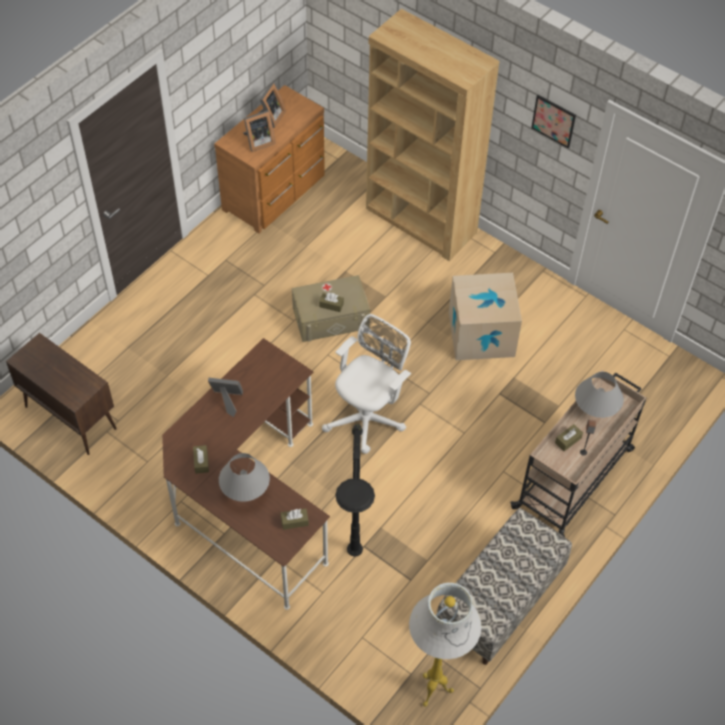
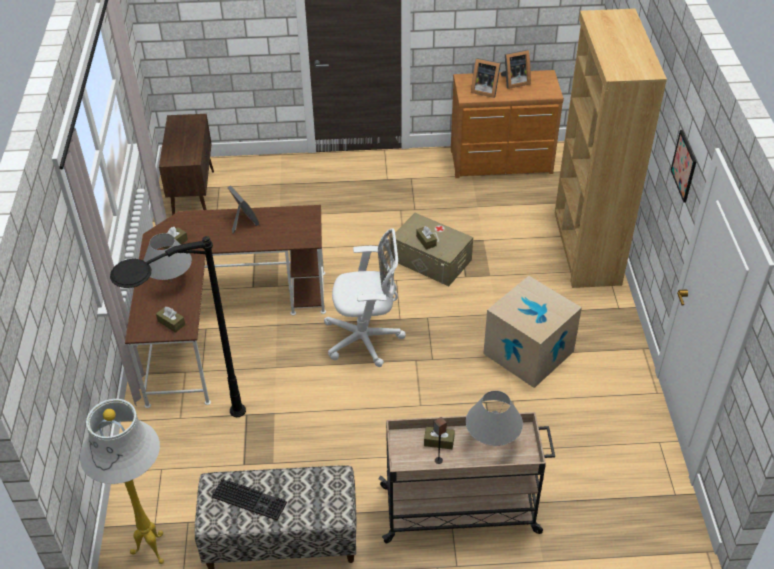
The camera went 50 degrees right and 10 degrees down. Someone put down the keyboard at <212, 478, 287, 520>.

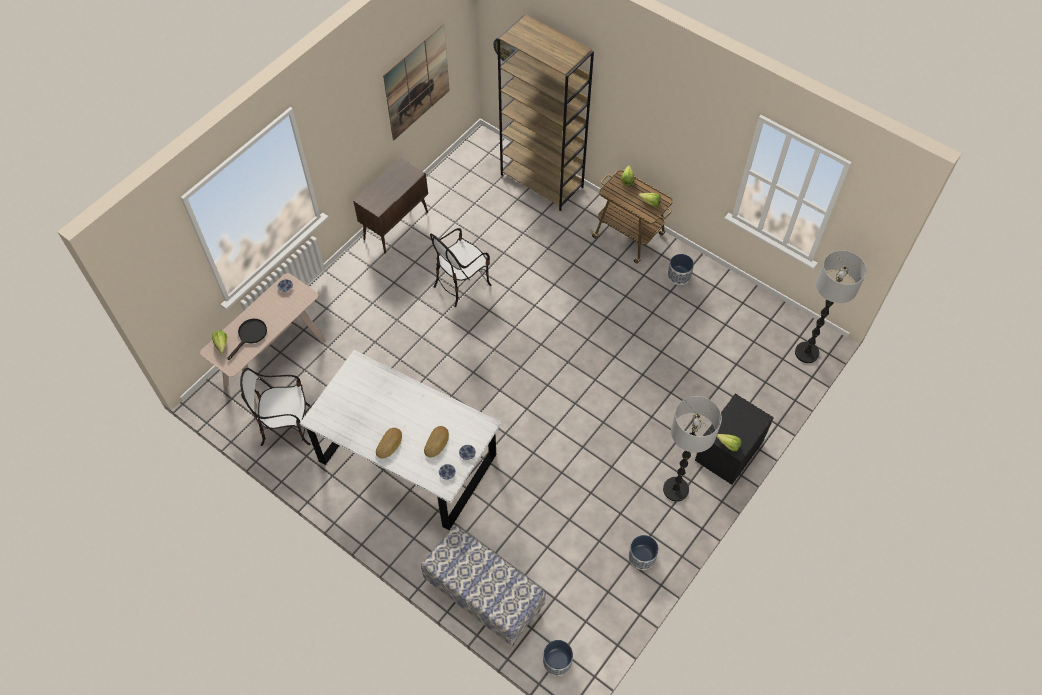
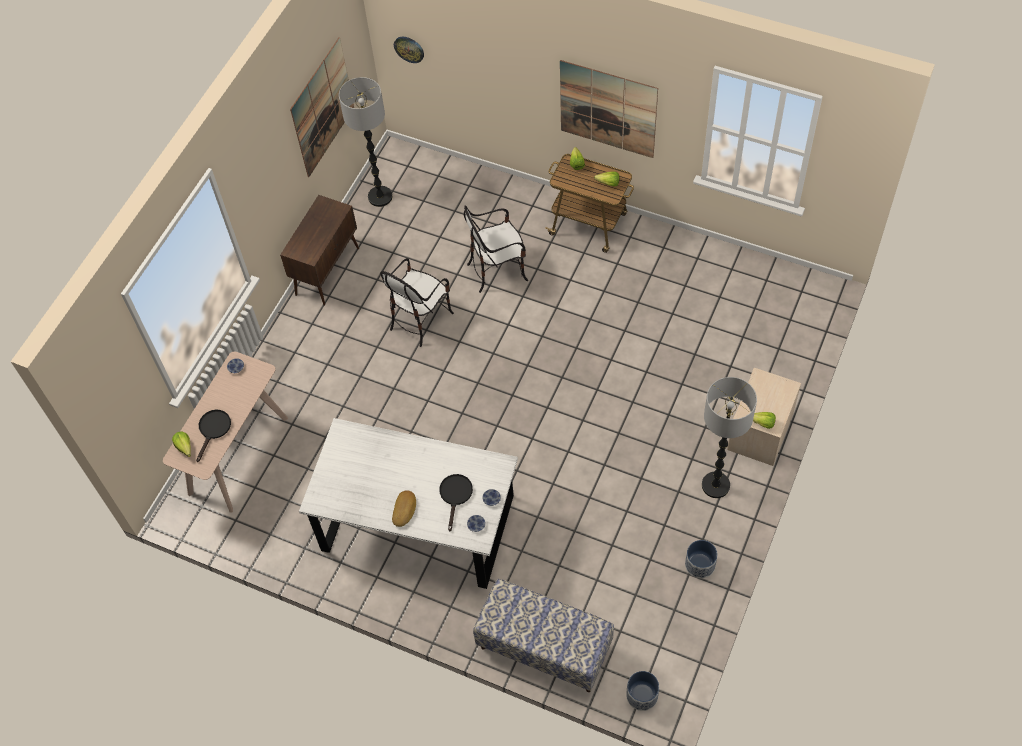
The camera went 10 degrees left and 0 degrees up. Someone carried the chair from <240, 368, 310, 446> to <464, 205, 528, 293>. Someone swapped the bread at <424, 426, 449, 457> for the pan (black) at <439, 474, 473, 531>. Someone took away the bookshelf (brown-coloured) at <497, 15, 594, 211>. Someone took away the plant pot at <668, 254, 694, 285>. Someone repainted the bedside table (black) at <695, 394, 774, 485>, which became the bedside table (beige-coloured) at <727, 368, 801, 466>. Someone carried the standard lamp from <795, 250, 867, 363> to <339, 77, 392, 207>. Someone put up the wall picture at <560, 60, 658, 158>.

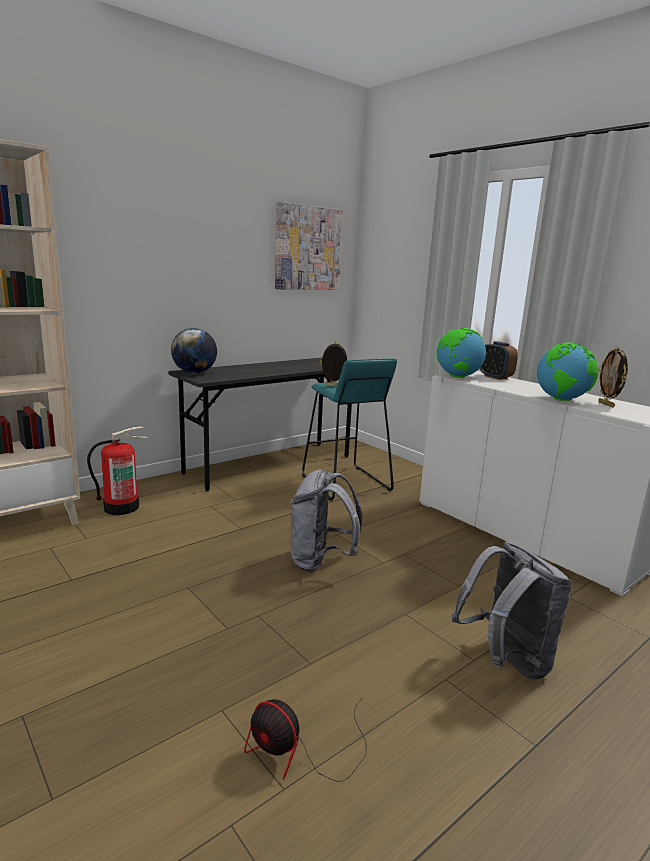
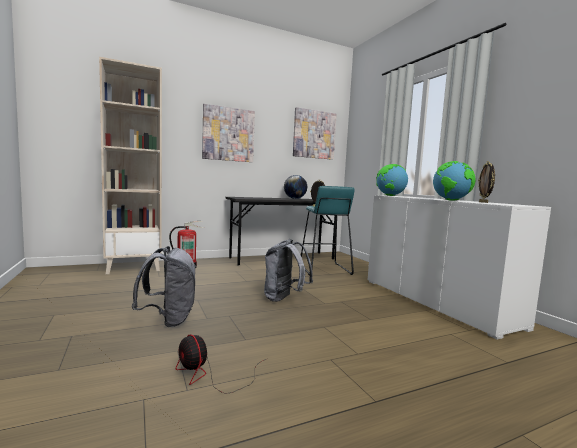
The camera went 15 degrees right and 10 degrees down. Someone carried the world globe from <171, 328, 217, 374> to <284, 175, 307, 199>. Someone carried the rucksack (gray) from <452, 541, 572, 680> to <132, 246, 196, 327>. Someone took away the bedside clock at <480, 341, 518, 380>. Someone put up the wall picture at <202, 104, 255, 162>.

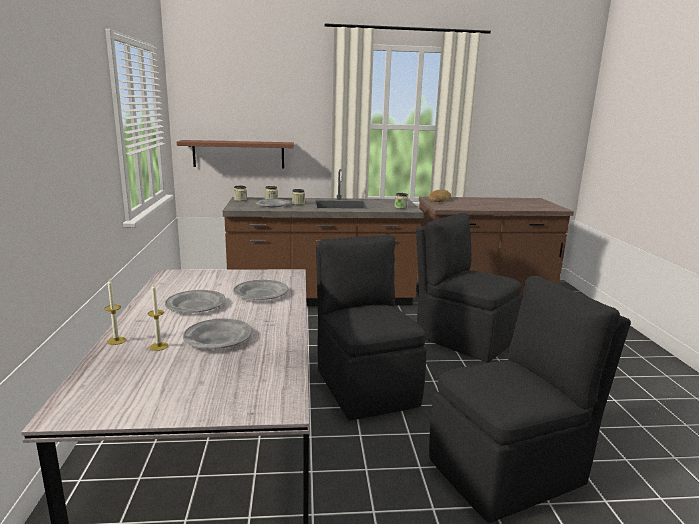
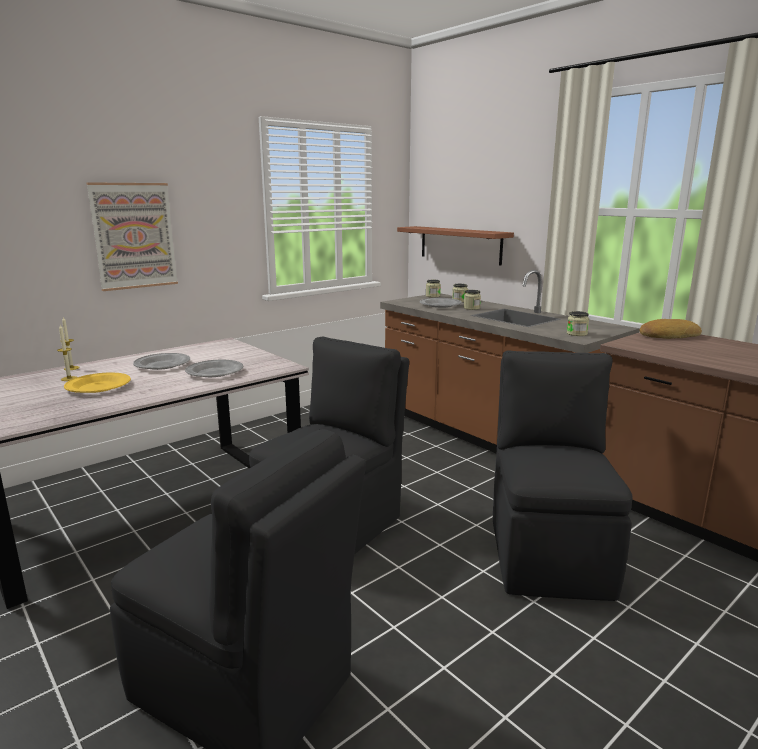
The camera went 55 degrees right and 0 degrees up. Someone repainted the dinner plate (gray) at <183, 319, 252, 349>, which became the dinner plate (yellowish) at <64, 372, 131, 393>. Someone put up the wall picture at <86, 182, 178, 291>.

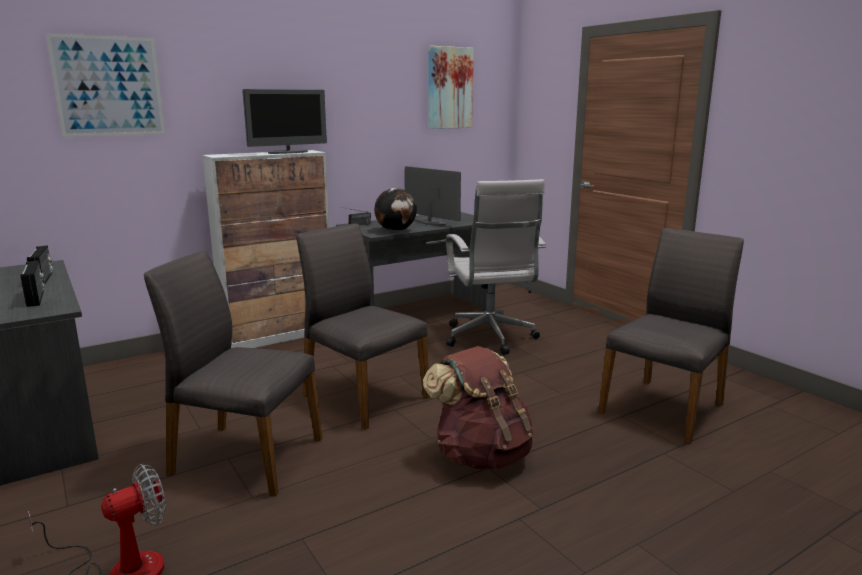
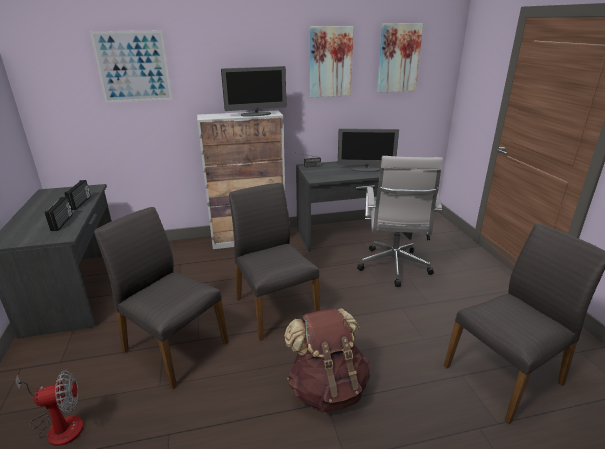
The camera went 20 degrees right and 10 degrees up. Someone took away the world globe at <375, 188, 417, 231>. Someone rotated the computer screen at <405, 166, 461, 226> by 120 degrees clockwise. Someone put up the wall picture at <310, 26, 354, 97>.

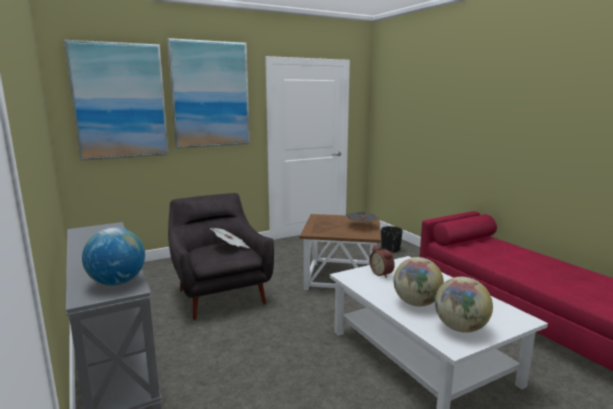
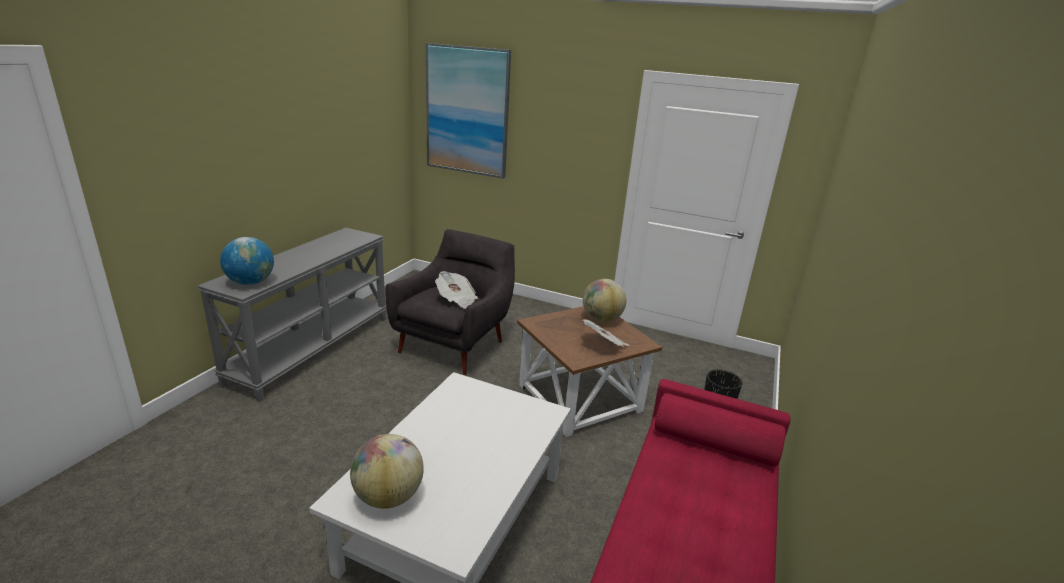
The camera went 50 degrees right and 10 degrees up. Someone took away the wall picture at <167, 38, 250, 148>. Someone took away the bedside clock at <369, 245, 395, 278>. Someone carried the world globe from <393, 257, 444, 307> to <583, 279, 627, 322>.

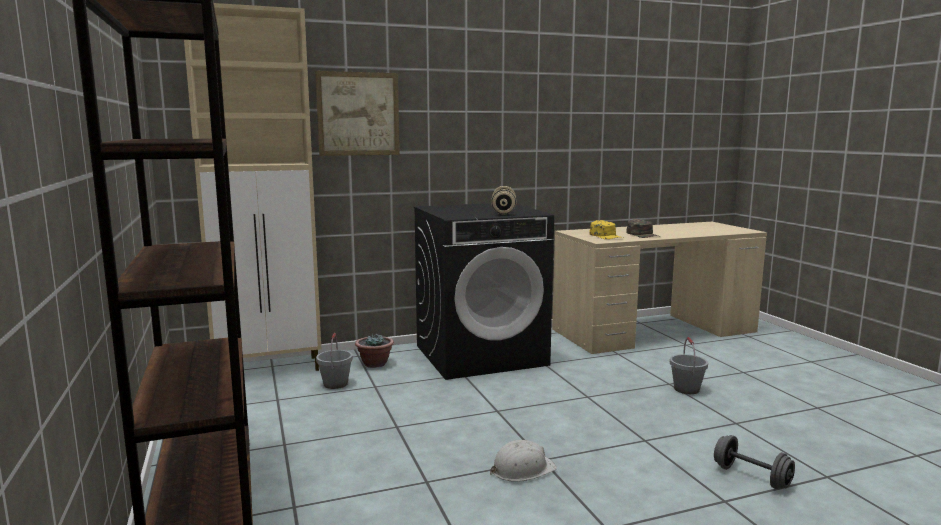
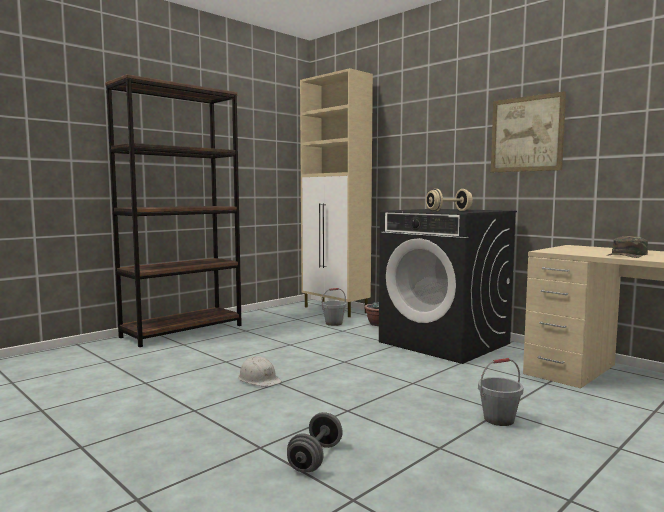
The camera went 65 degrees right and 5 degrees down. Someone carried the wall picture from <315, 71, 400, 156> to <491, 91, 566, 172>. Someone took away the cap (yellowish) at <589, 220, 623, 239>.

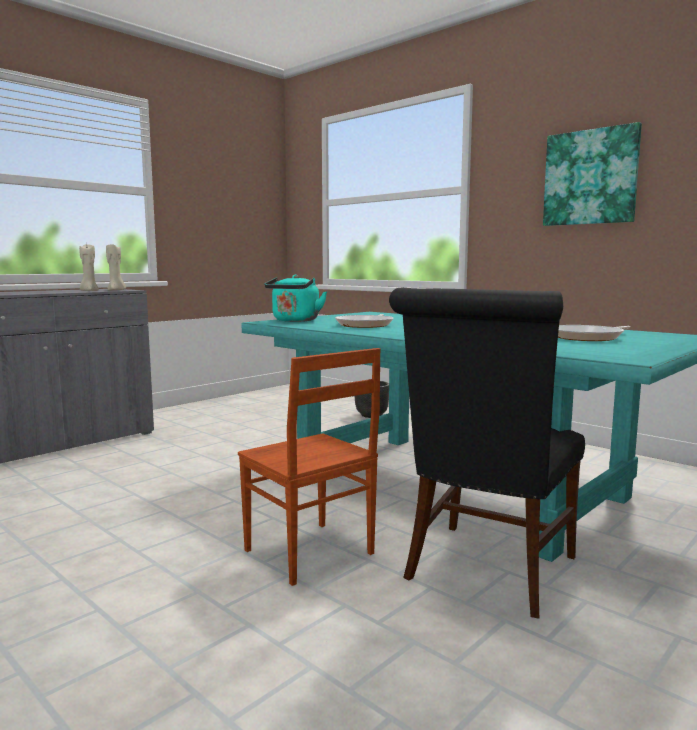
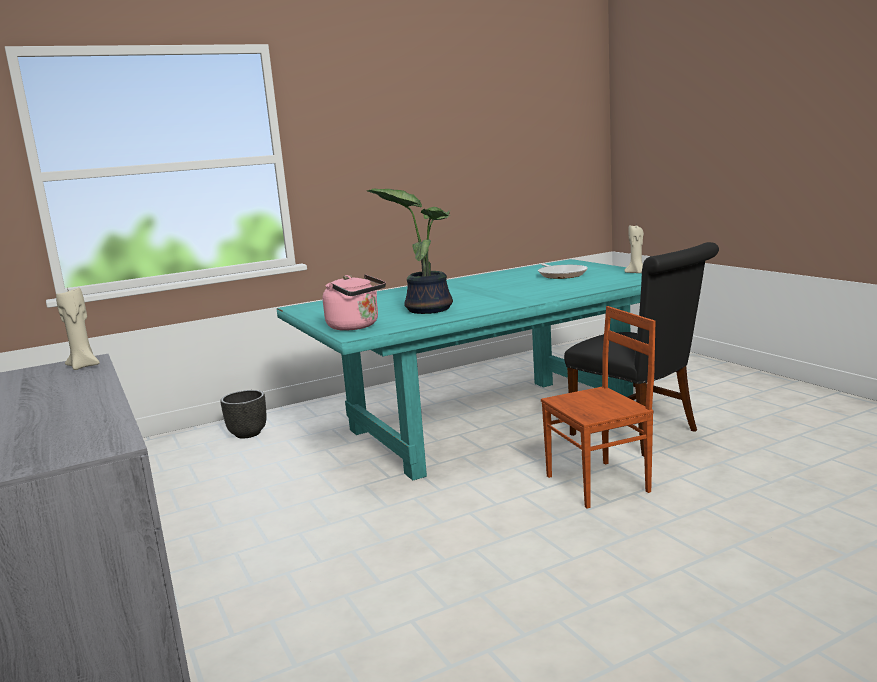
The camera went 70 degrees left and 5 degrees up. Someone carried the wax light (beige-coloured) from <79, 244, 99, 291> to <624, 225, 644, 273>. Someone repainted the kettle (turquoise) at <265, 275, 327, 322>, which became the kettle (pink-coloured) at <323, 274, 386, 331>. Someone swapped the pan at <335, 314, 394, 328> for the houseplant at <367, 189, 453, 314>. Someone took away the wall picture at <543, 122, 642, 226>.

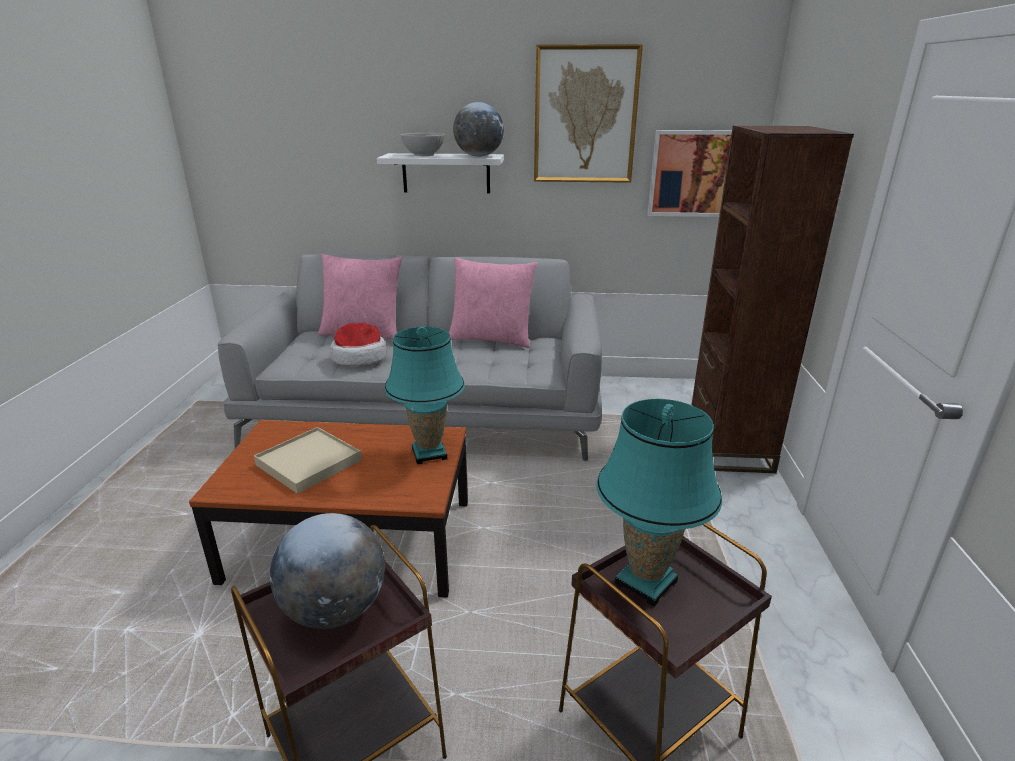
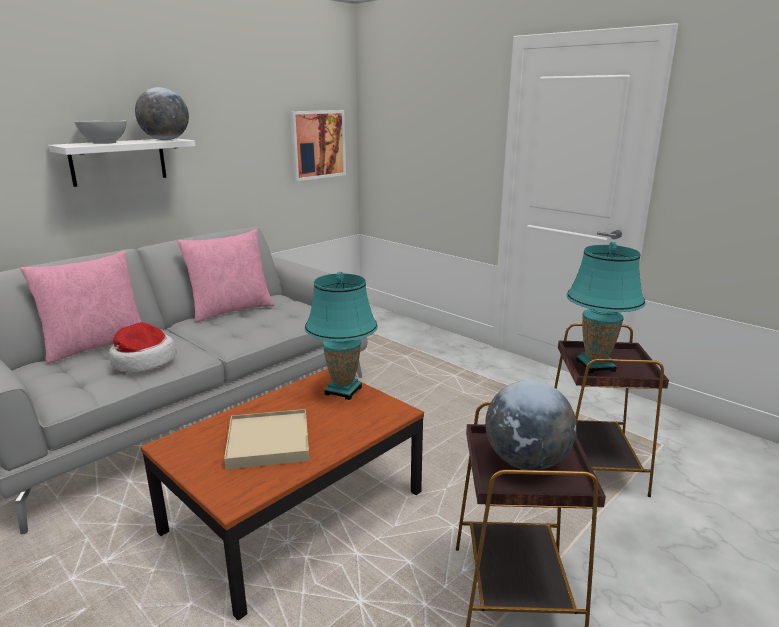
The camera went 50 degrees left and 5 degrees down. Someone took away the wall picture at <534, 44, 643, 183>. Someone took away the bookshelf (brown-coloured) at <692, 126, 854, 473>.

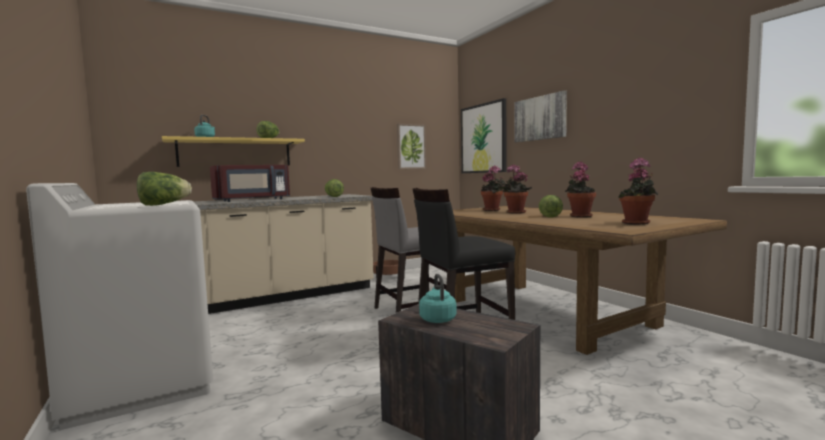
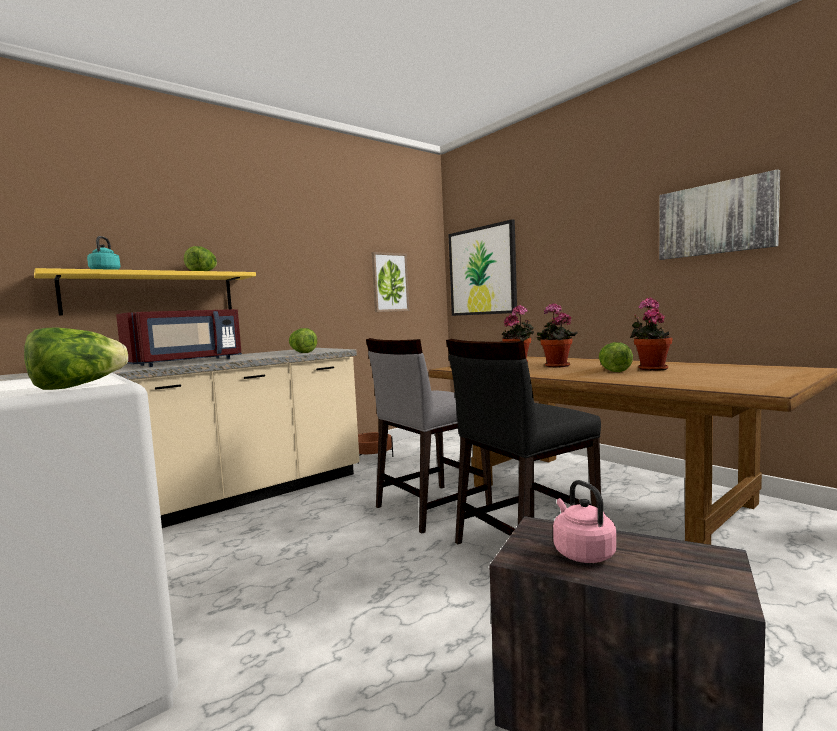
The camera went 10 degrees left and 0 degrees up. Someone repainted the kettle (turquoise) at <419, 274, 457, 323>, which became the kettle (pink-coloured) at <553, 480, 616, 563>. Someone carried the wall picture from <515, 91, 567, 142> to <659, 169, 780, 260>. Someone took away the houseplant at <618, 158, 658, 225>.

